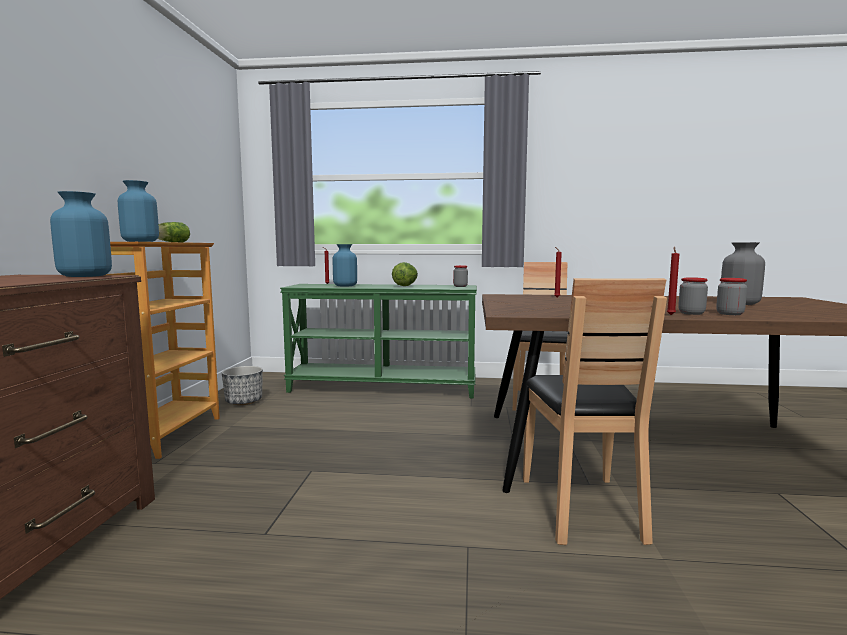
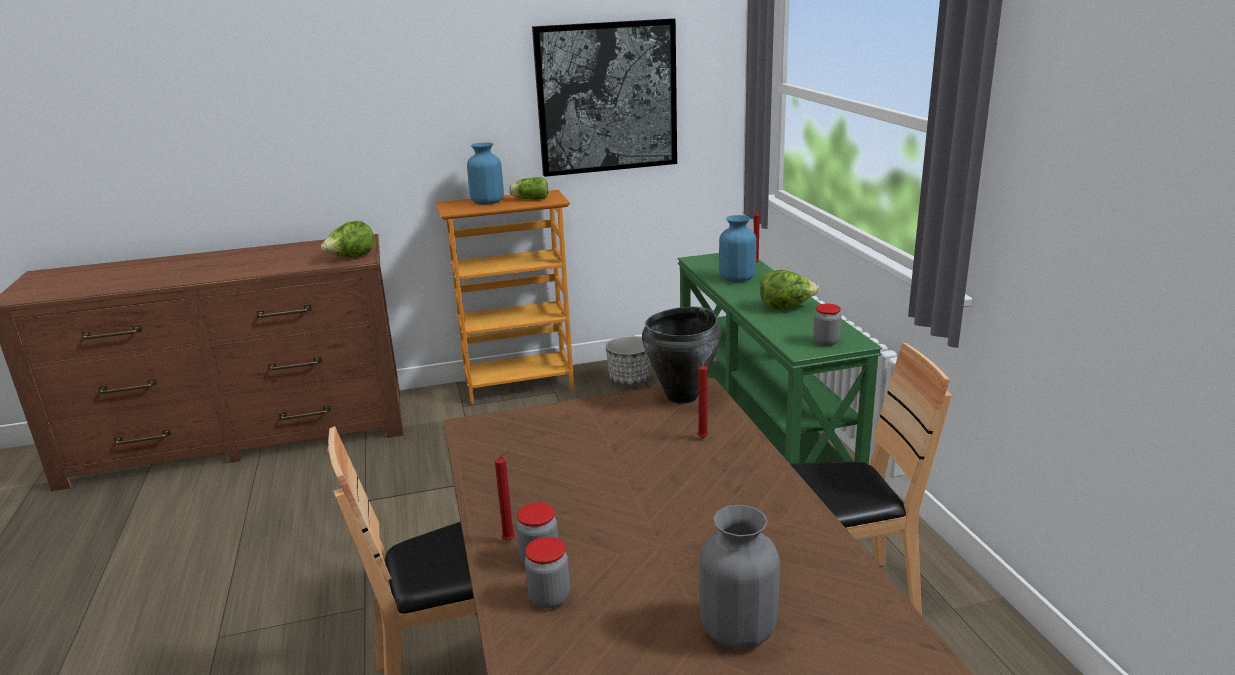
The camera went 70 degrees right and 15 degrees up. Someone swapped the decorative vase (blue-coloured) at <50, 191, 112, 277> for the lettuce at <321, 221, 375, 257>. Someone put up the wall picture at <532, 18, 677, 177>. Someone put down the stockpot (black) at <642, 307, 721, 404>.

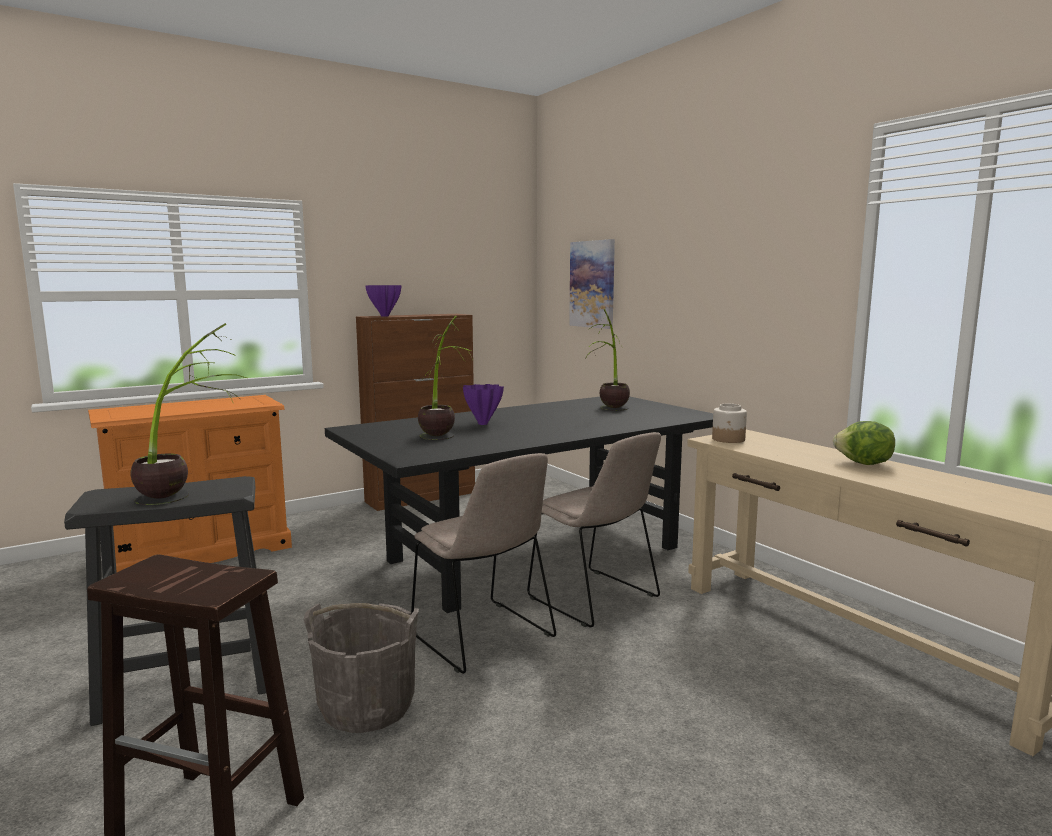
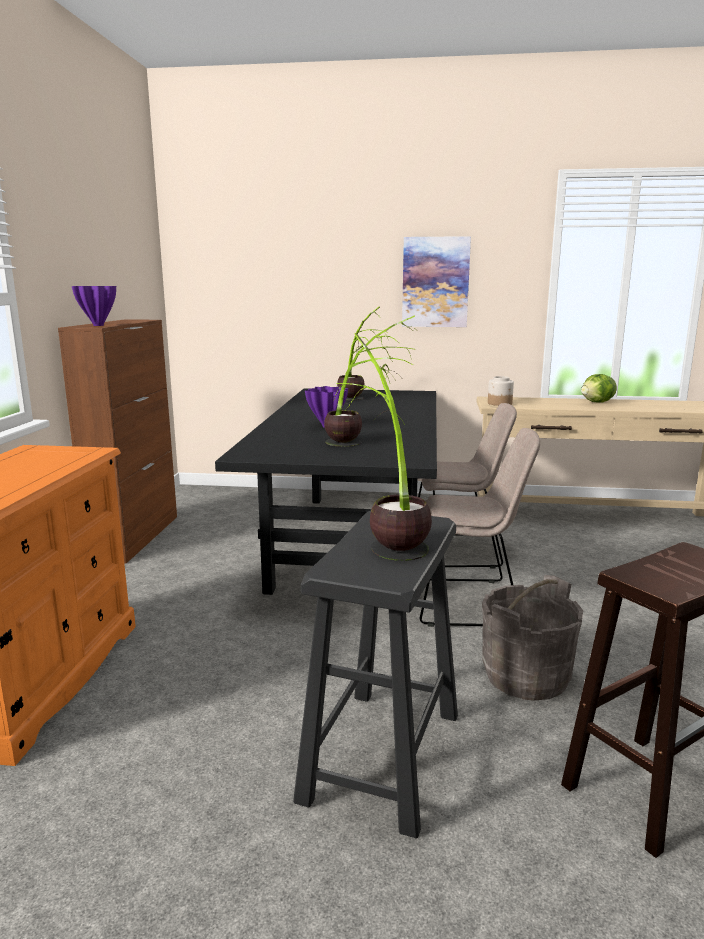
The camera went 50 degrees left and 5 degrees up. Someone carried the wall picture from <569, 239, 615, 329> to <402, 236, 471, 327>.

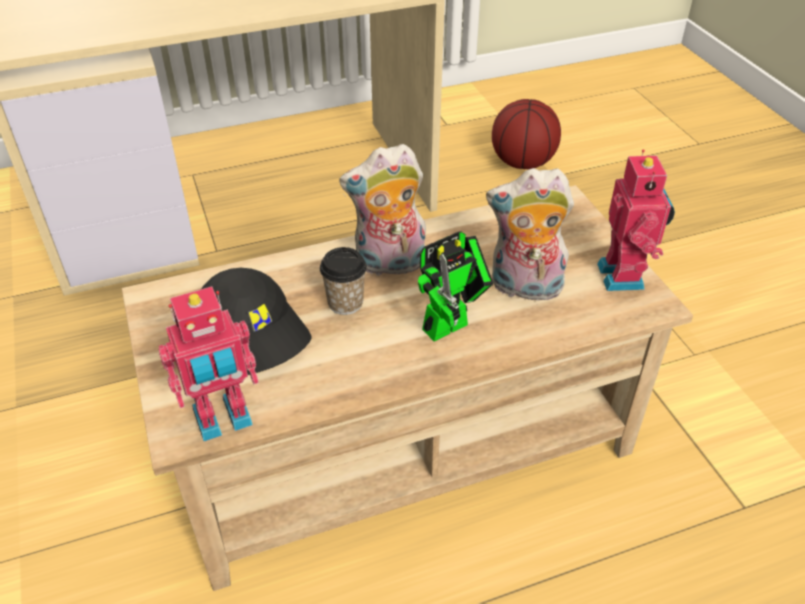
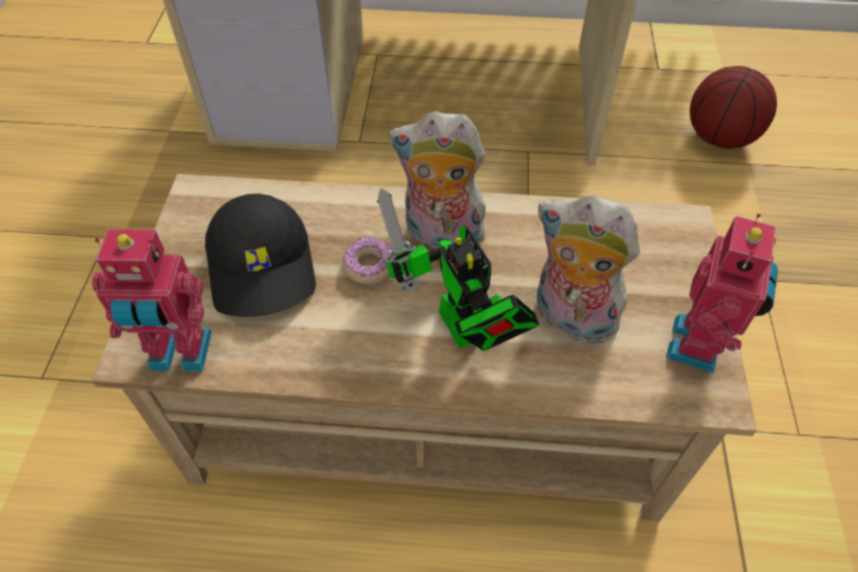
The camera went 25 degrees right and 10 degrees up. Someone swapped the drinking cup at <320, 247, 367, 315> for the donut at <342, 237, 392, 285>. Someone rotated the model robot at <418, 231, 493, 341> by 75 degrees clockwise.

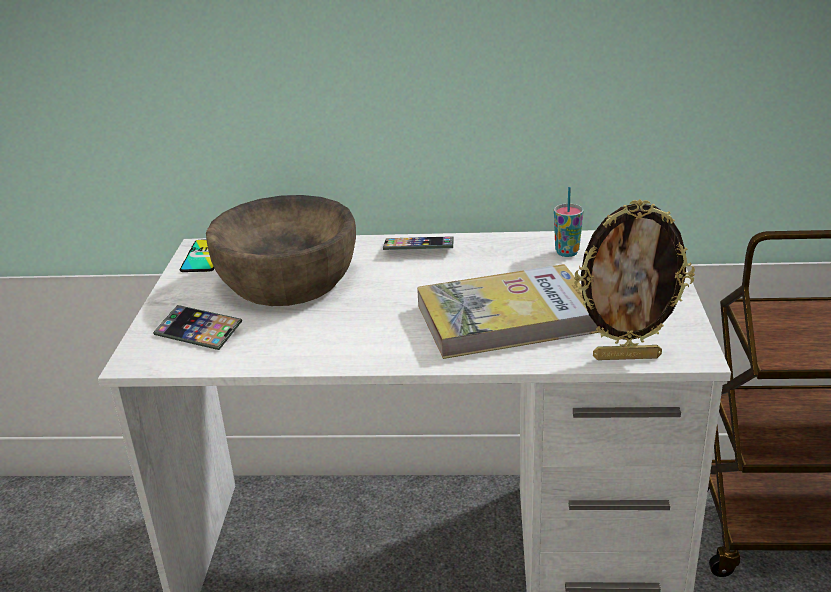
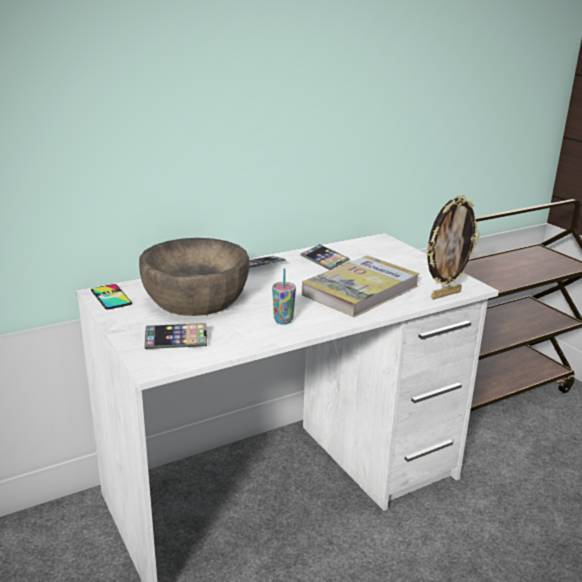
The camera went 35 degrees left and 5 degrees down. Someone carried the drinking cup from <554, 187, 584, 257> to <272, 268, 296, 325>. Someone put down the handset at <301, 244, 349, 270>.

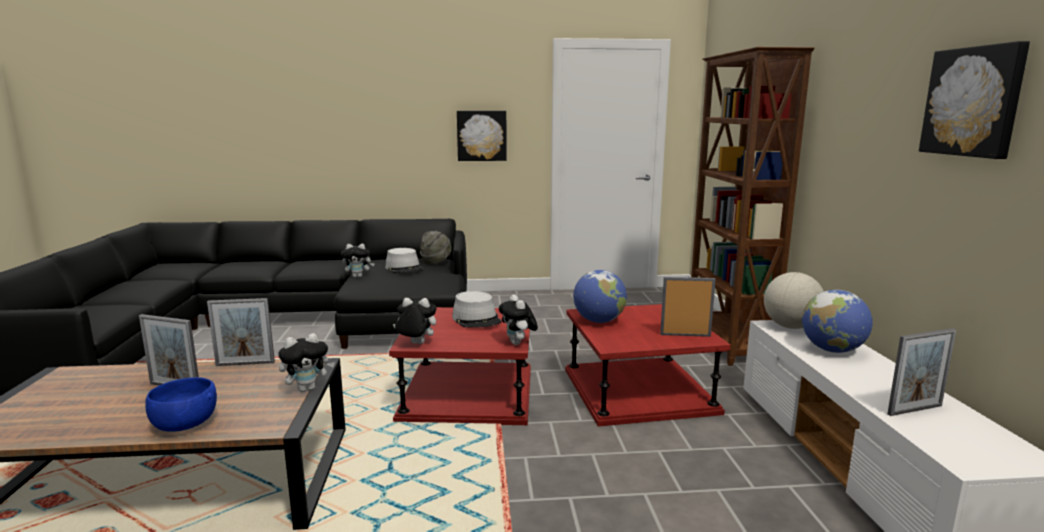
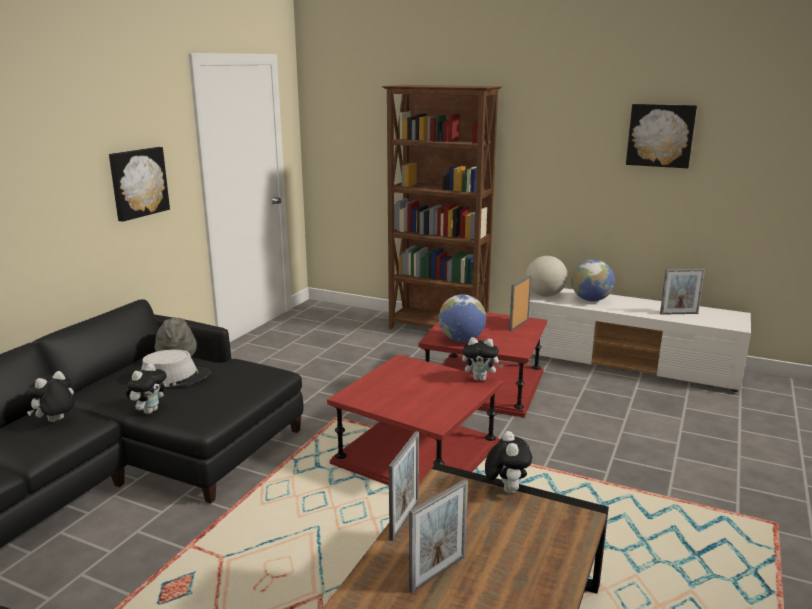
The camera went 60 degrees left and 5 degrees up. Someone took away the serving bowl (blue-coloured) at <145, 377, 217, 432>. Someone carried the cuddly toy from <393, 298, 437, 344> to <27, 371, 75, 422>. Someone took away the clothing hat (gray) at <452, 291, 502, 328>. Someone rotated the photo frame at <887, 328, 956, 416> by 75 degrees clockwise.

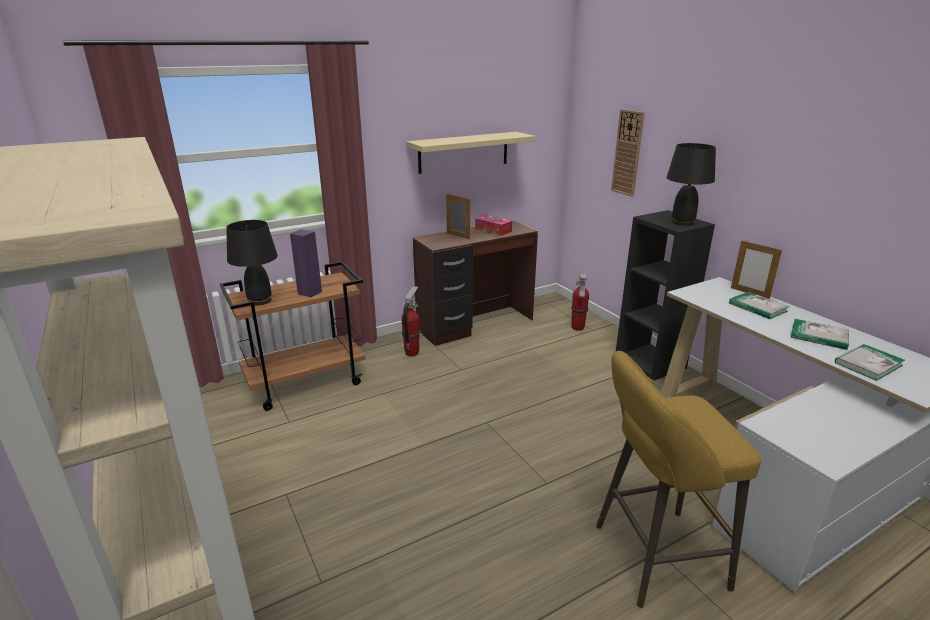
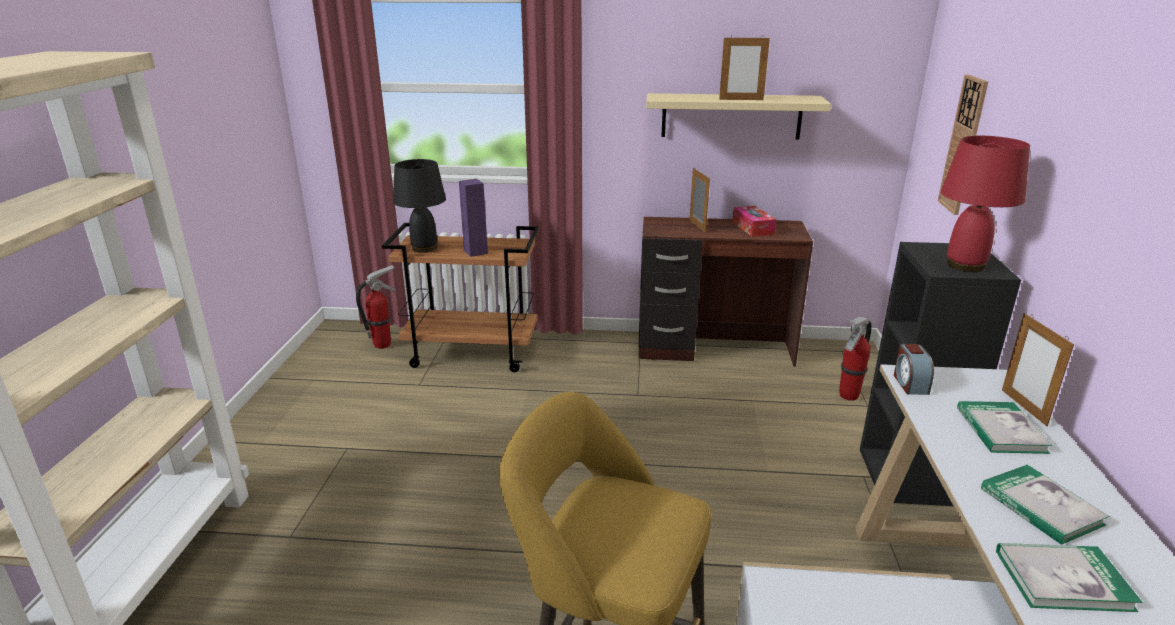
The camera went 35 degrees right and 0 degrees up. Someone carried the fire-fighting cylinder from <401, 286, 420, 357> to <356, 265, 396, 349>. Someone repainted the tabletop lamp (black) at <666, 143, 716, 226>, which became the tabletop lamp (red) at <941, 136, 1030, 272>. Someone put down the photo frame at <719, 35, 770, 100>. Someone put down the bedside clock at <894, 344, 934, 395>.

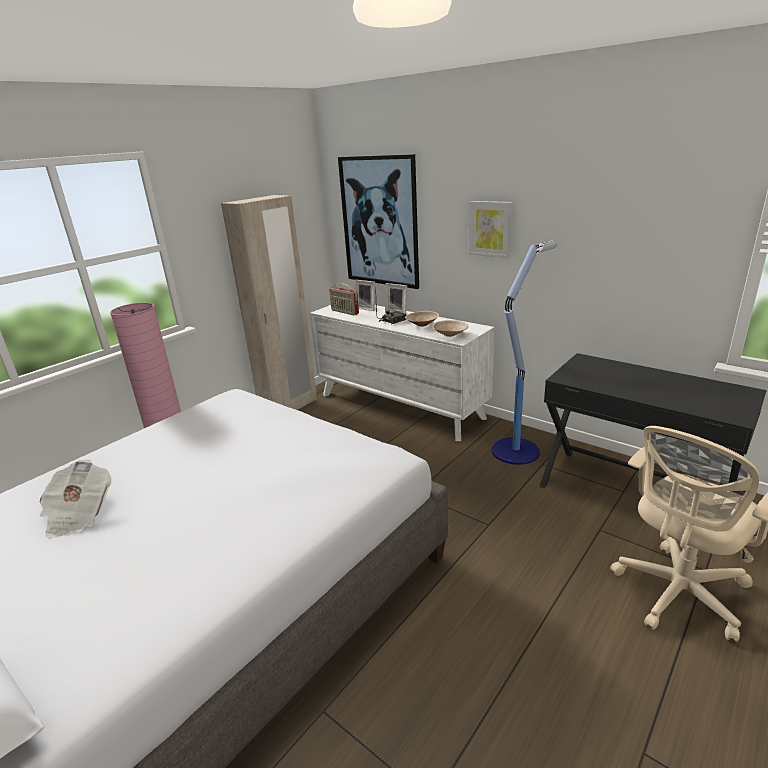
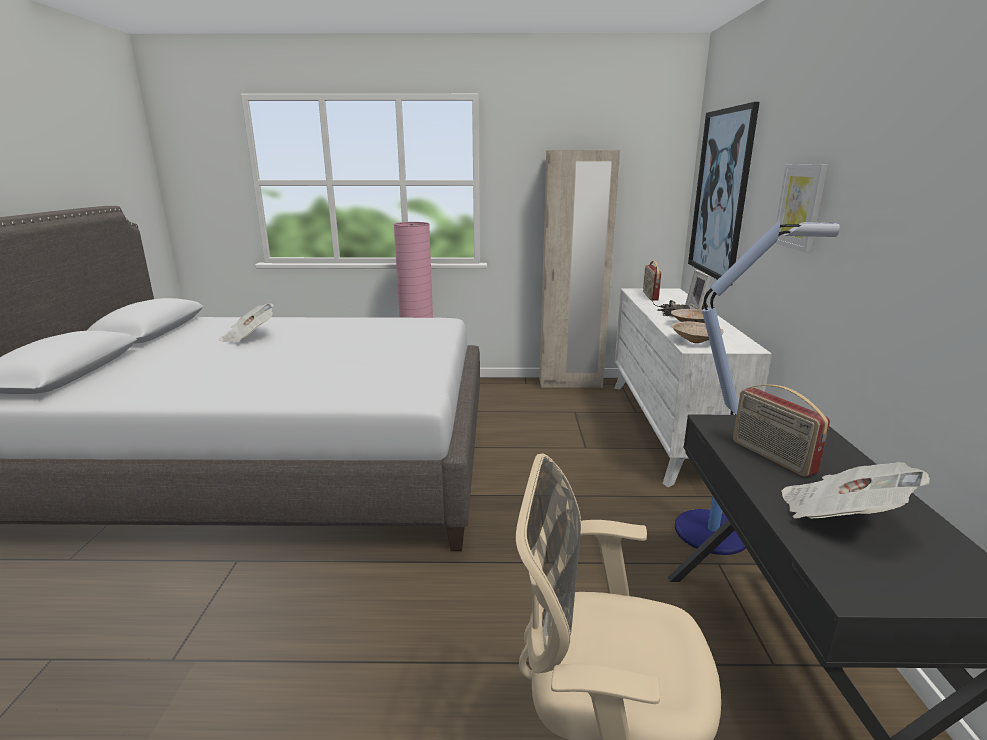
The camera went 50 degrees right and 5 degrees down. Someone took away the photo frame at <355, 280, 375, 311>. Someone put down the radio set at <733, 384, 830, 477>. Someone put down the newspaper at <781, 462, 930, 519>.

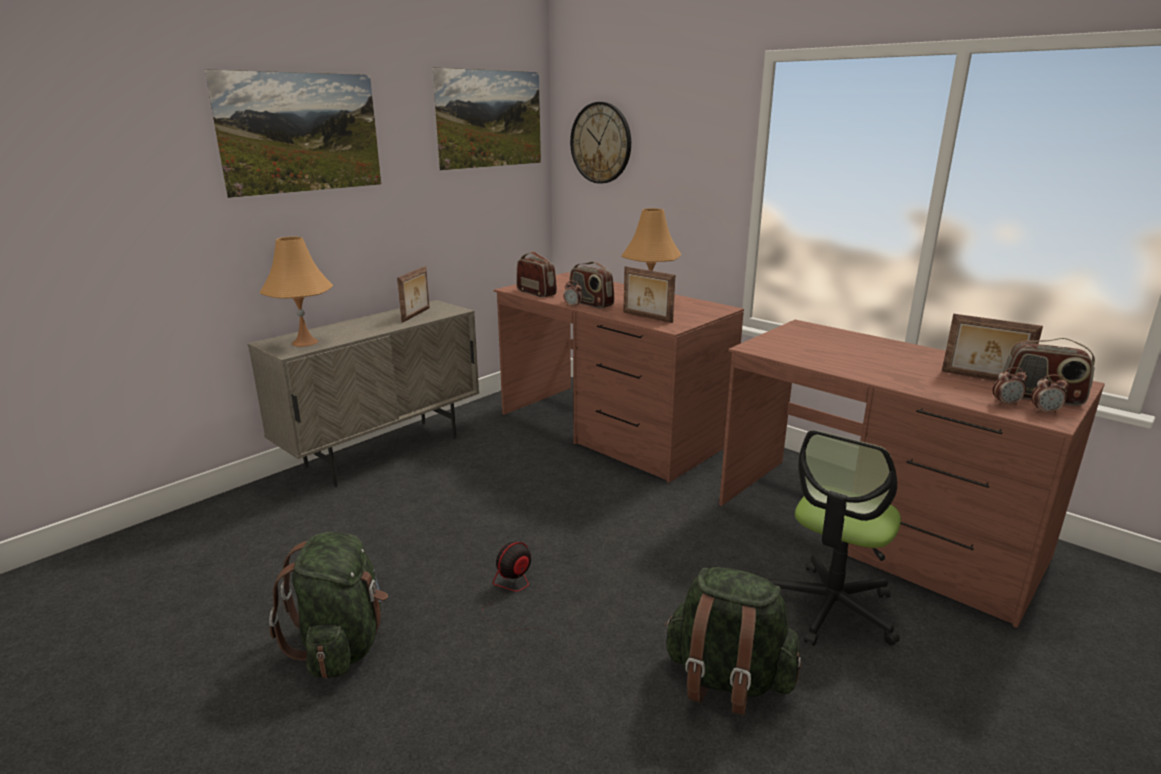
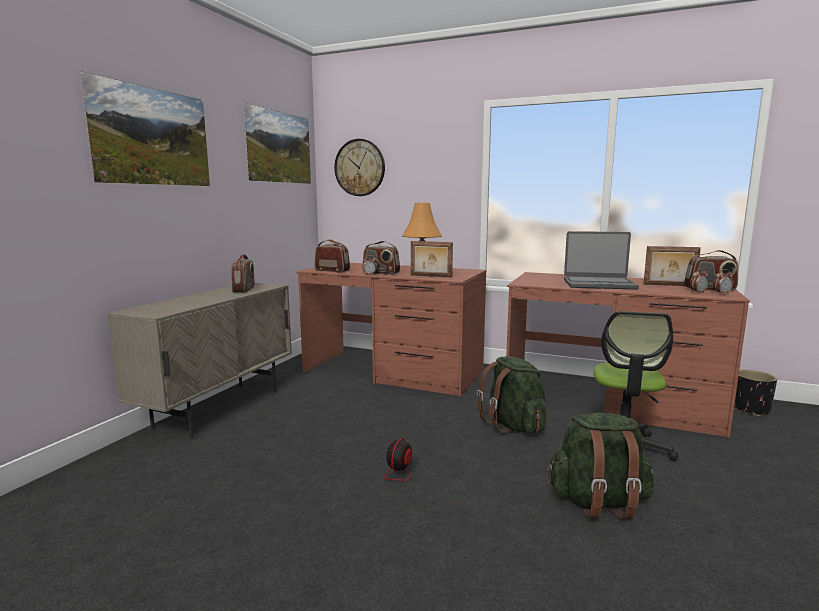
The camera went 20 degrees left and 10 degrees down. Someone took away the tabletop lamp (orange-coloured) at <260, 236, 333, 347>. Someone carried the rucksack (green-coloured) from <269, 532, 388, 678> to <477, 356, 546, 434>. Someone swapped the photo frame at <397, 266, 430, 323> for the radio set at <231, 254, 255, 292>. Someone put down the portable computer at <564, 231, 639, 289>. Someone put down the plant pot (black) at <734, 370, 777, 416>.

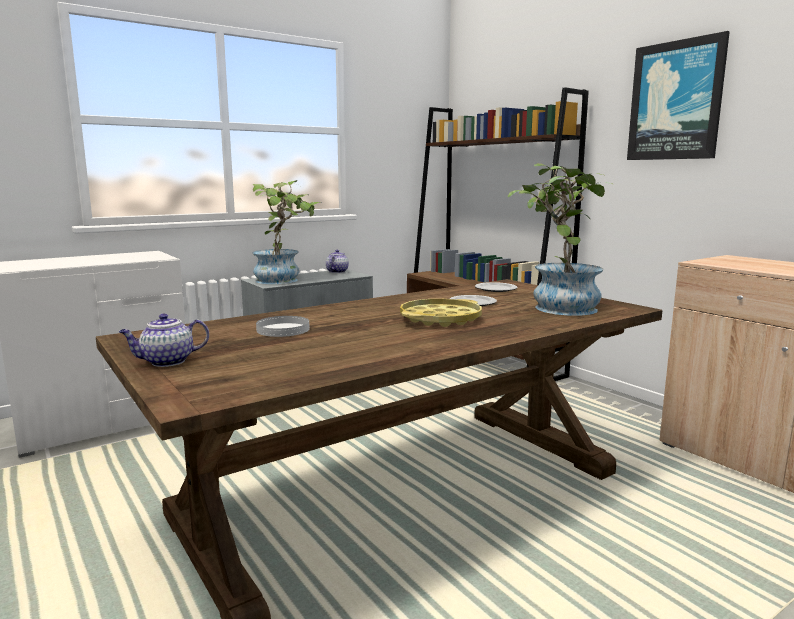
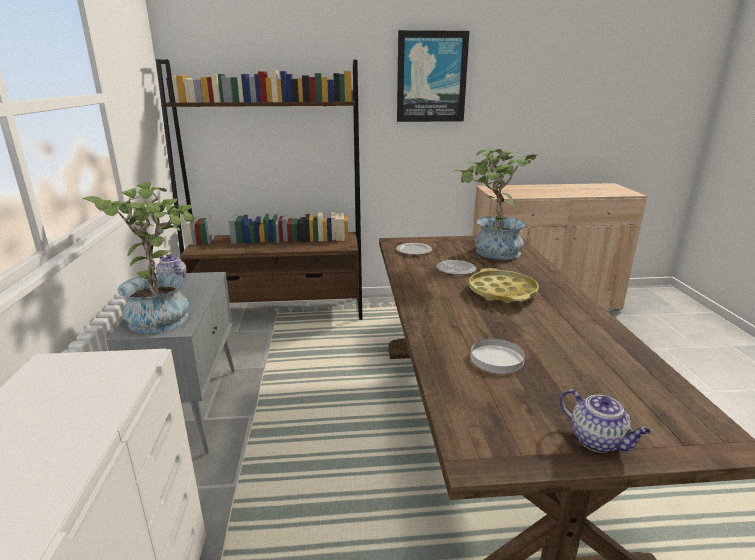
The camera went 60 degrees left and 10 degrees up. Someone rotated the tea pot at <119, 314, 209, 367> by 45 degrees counterclockwise.

